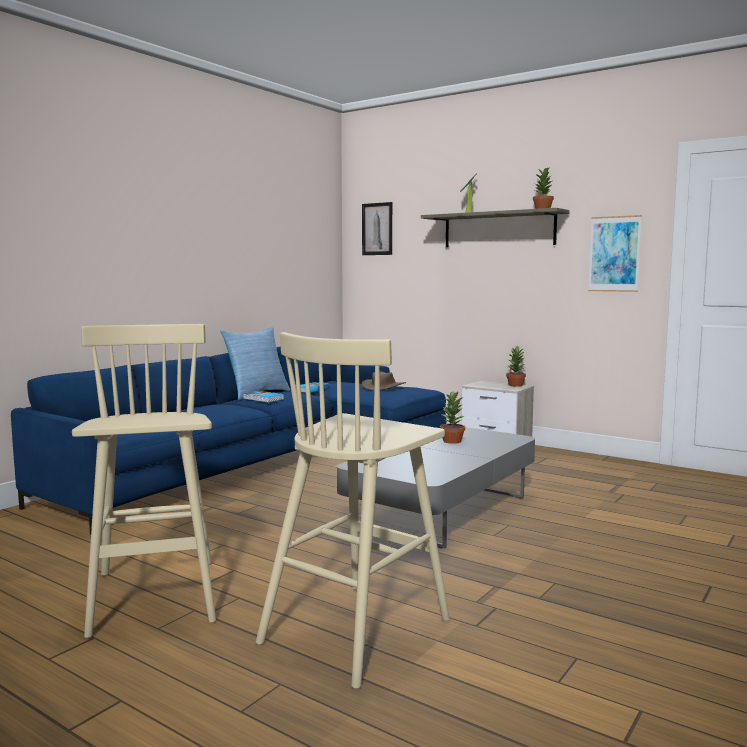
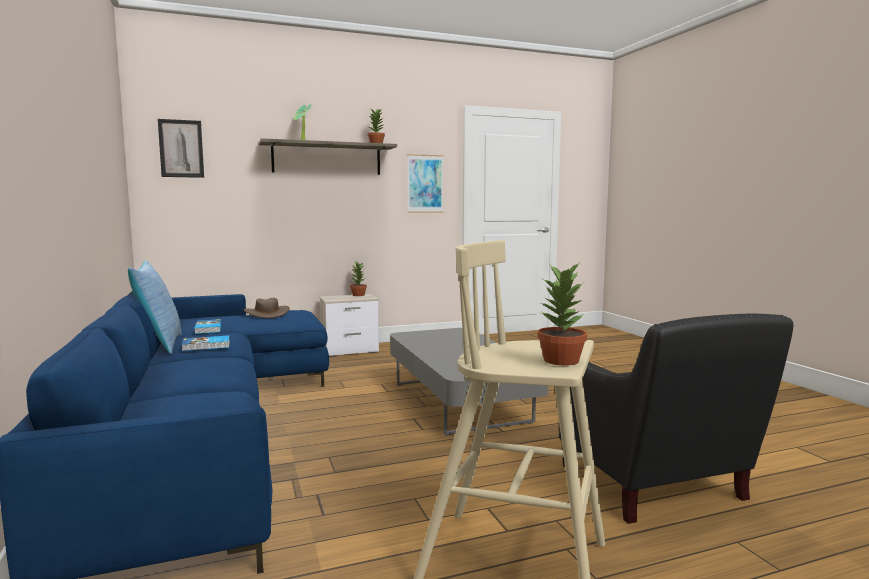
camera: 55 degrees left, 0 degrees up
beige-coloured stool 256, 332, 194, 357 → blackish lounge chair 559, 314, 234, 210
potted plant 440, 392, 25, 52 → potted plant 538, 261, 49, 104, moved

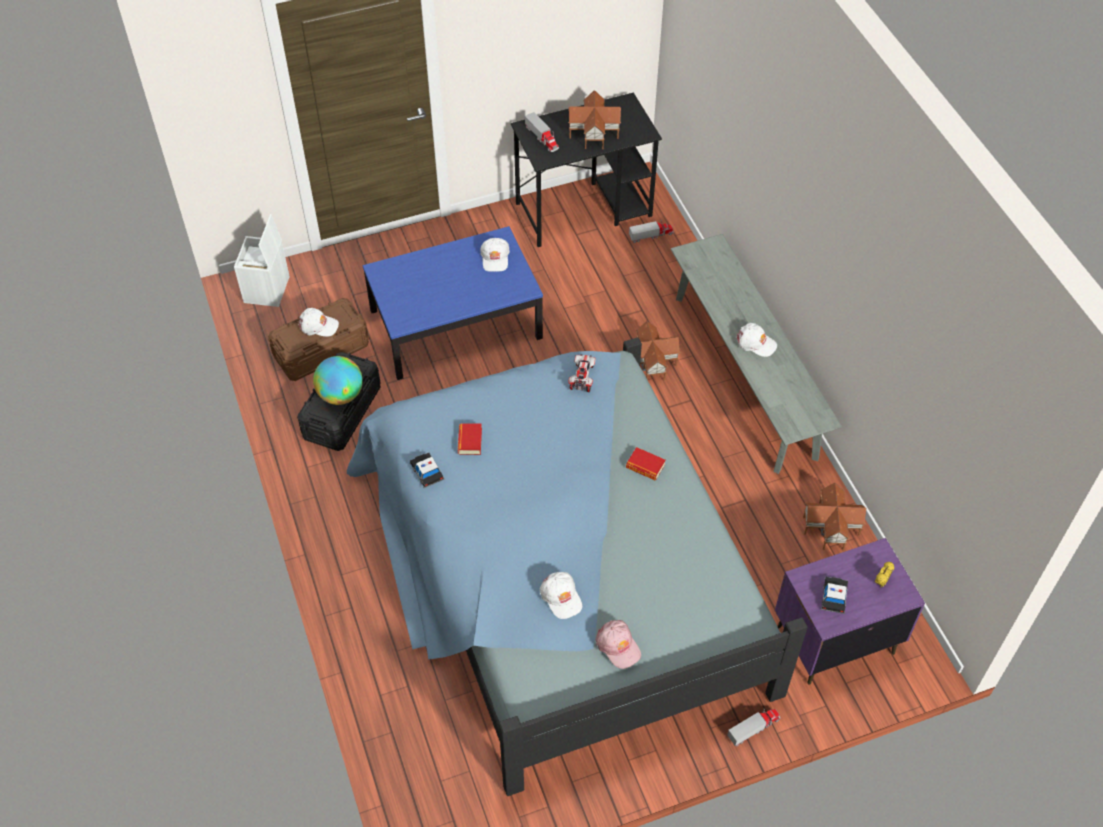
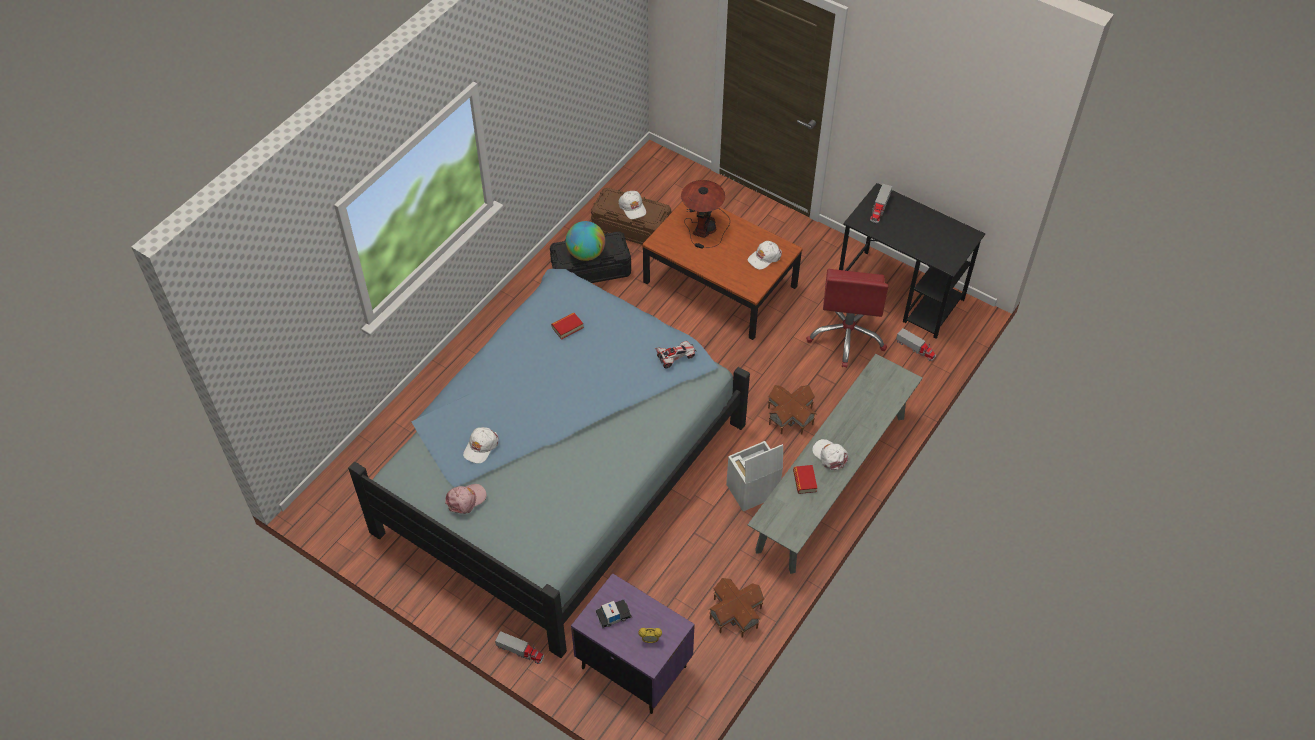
camera: 55 degrees right, 0 degrees up
model house 568, 90, 53, 59 → -
whitish storage container 234, 214, 56, 93 → whitish storage container 726, 441, 57, 70, moved
blue-coloured coffee table 363, 226, 180, 154 → brownish coffee table 642, 202, 161, 138
whitish peaked cap 736, 323, 41, 34 → whitish peaked cap 812, 439, 36, 31, 150 degrees clockwise
volume 626, 447, 39, 33 → volume 793, 465, 24, 29, moved
toy car 410, 452, 34, 36 → -
pink-coloured peaked cap 596, 620, 45, 49 → pink-coloured peaked cap 445, 484, 42, 30, 150 degrees counterclockwise
- → lamp for a table 681, 180, 49, 69
- → red-coloured computer chair 806, 269, 82, 99

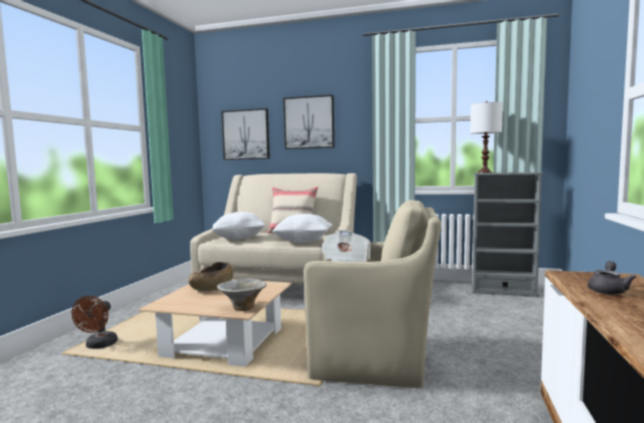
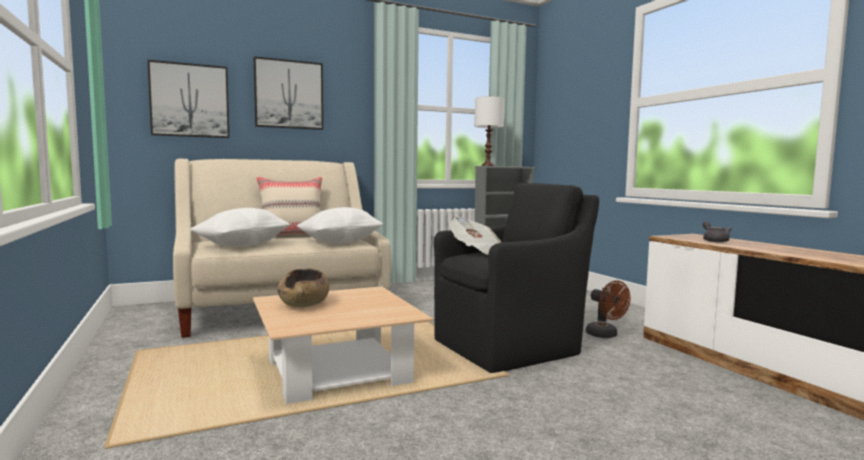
camera: 40 degrees left, 0 degrees up
beige-coloured lounge chair 303, 200, 138, 188 → blackish lounge chair 434, 183, 165, 190
deep dish 217, 278, 49, 33 → -
brownish cooling fan 72, 296, 45, 53 → brownish cooling fan 586, 281, 44, 57, moved

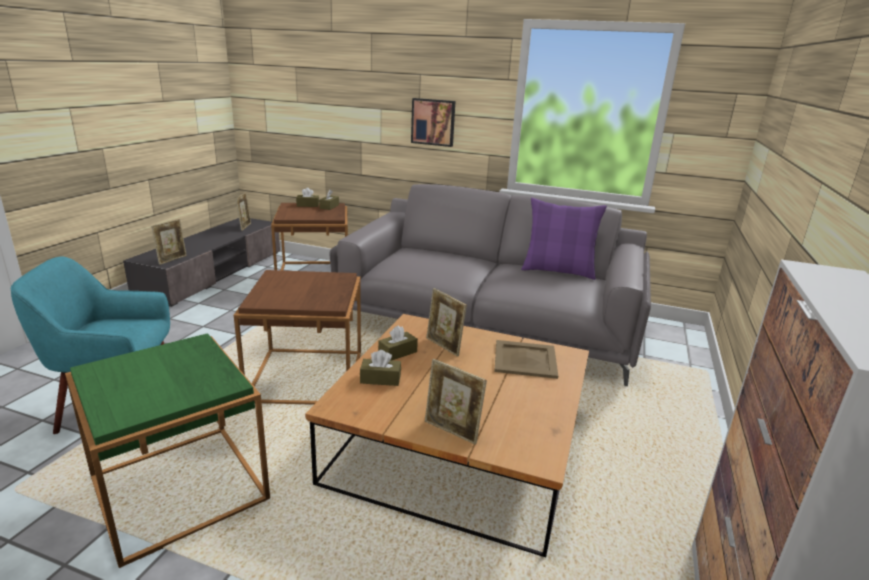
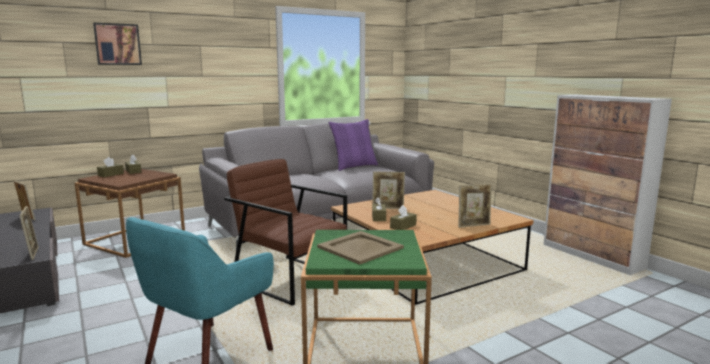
camera: 50 degrees left, 10 degrees down
wall picture 411, 98, 45, 49 → wall picture 93, 23, 49, 42, moved
brownish end table 234, 270, 127, 135 → brownish lounge chair 224, 159, 123, 147
beige-coloured carrying tray 494, 340, 64, 39 → beige-coloured carrying tray 317, 231, 87, 34, moved

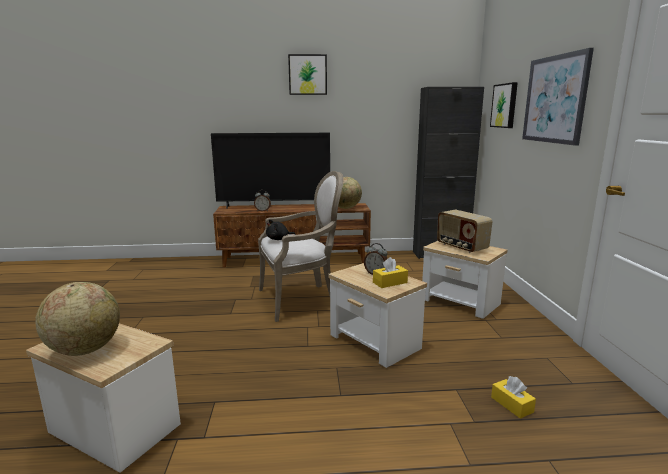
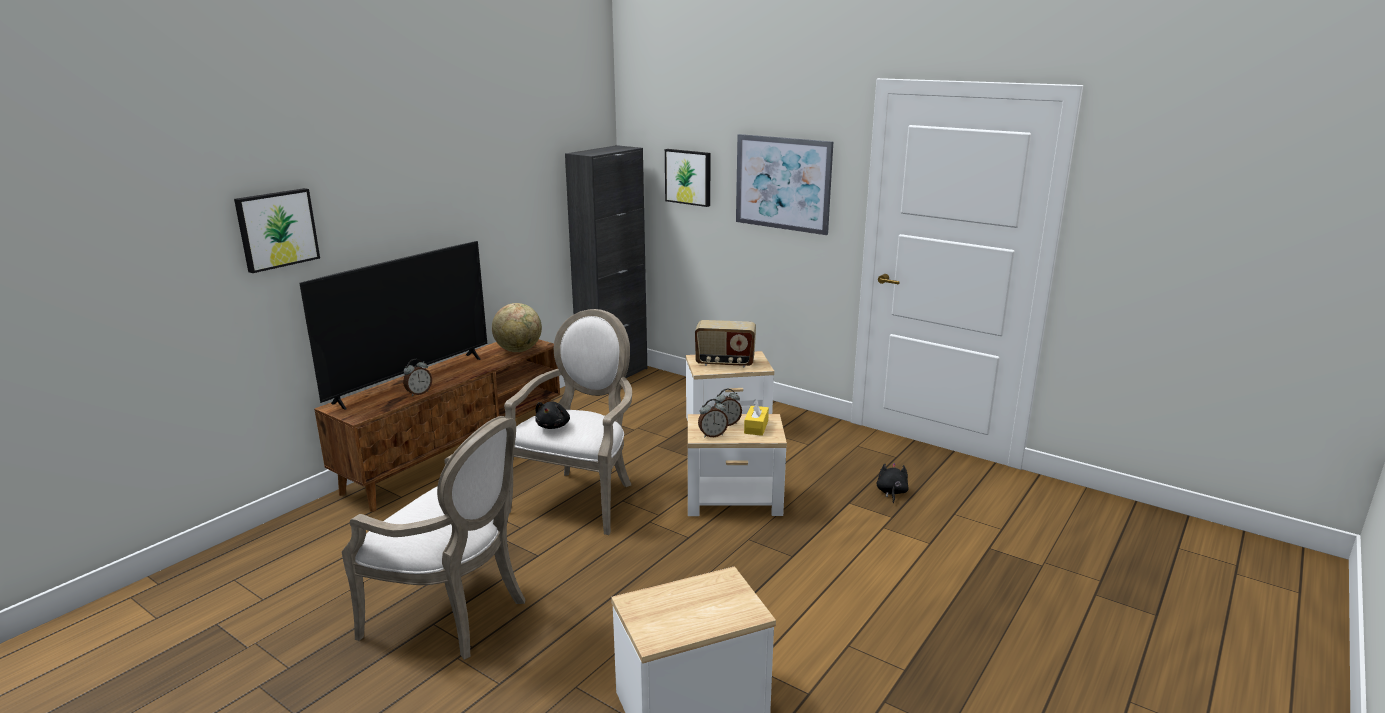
camera: 50 degrees left, 5 degrees up
wall picture 288, 54, 39, 41 → wall picture 234, 188, 86, 85, moved
globe 35, 282, 85, 74 → -
yellowish box of tissues 491, 376, 45, 43 → blackish cuddly toy 877, 463, 32, 40
- → alarm clock 698, 399, 30, 38
- → lounge chair 342, 416, 183, 244

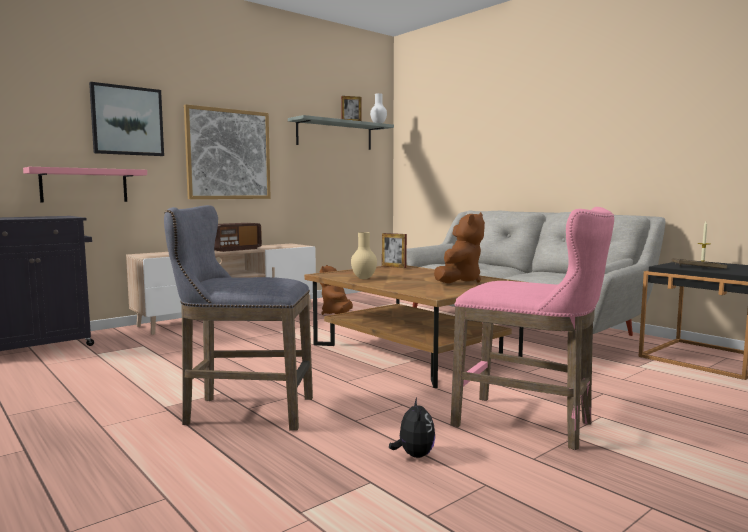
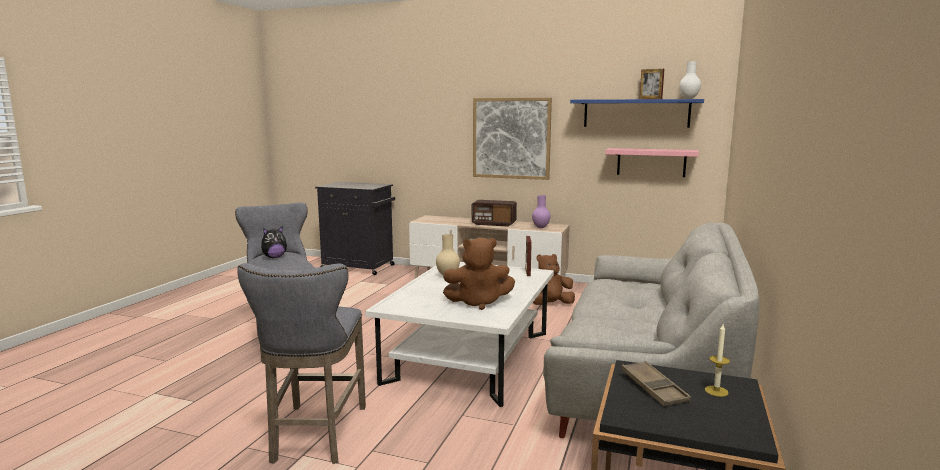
camera: 60 degrees right, 5 degrees up
wall picture 89, 82, 75, 74 → -
gray shelf 288, 115, 106, 35 → blue-coloured shelf 570, 99, 134, 29
pink-coloured shelf 23, 167, 124, 35 → pink-coloured shelf 605, 148, 94, 29, moved
pink-coloured stool 451, 207, 163, 243 → gray stool 237, 263, 129, 201
brownish coffee table 304, 265, 219, 123 → whitish coffee table 365, 262, 189, 145
cuddly toy 389, 398, 46, 60 → cuddly toy 261, 227, 26, 31, moved
- → purplish vase 532, 195, 19, 33

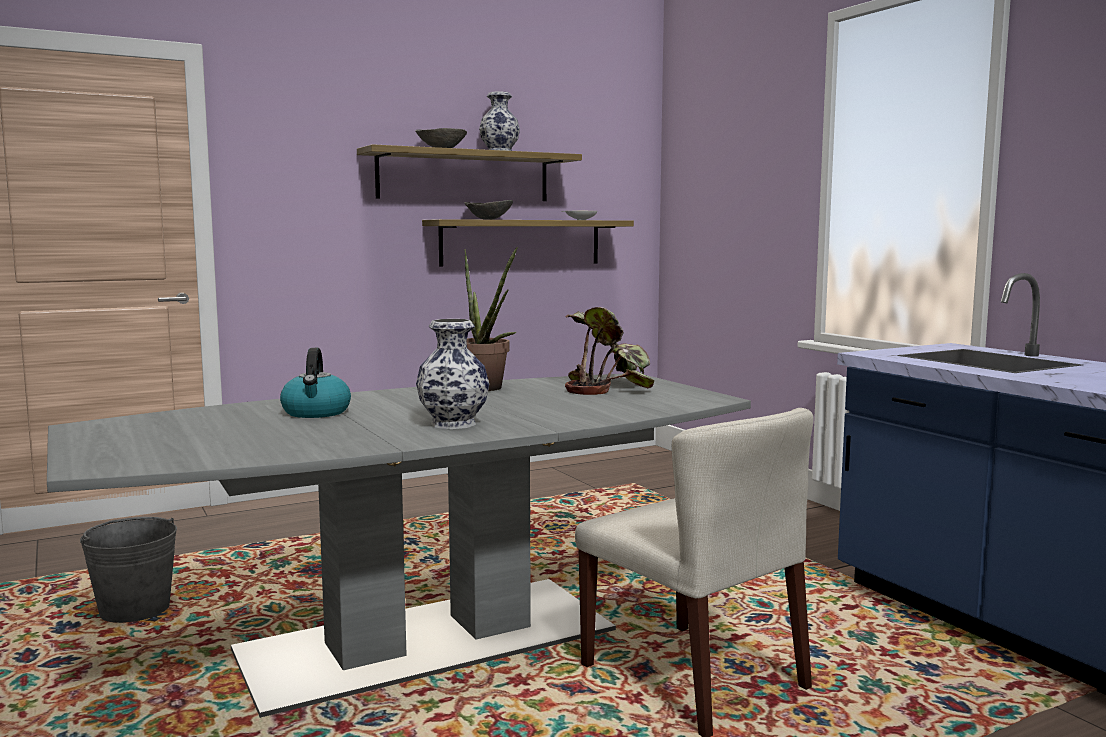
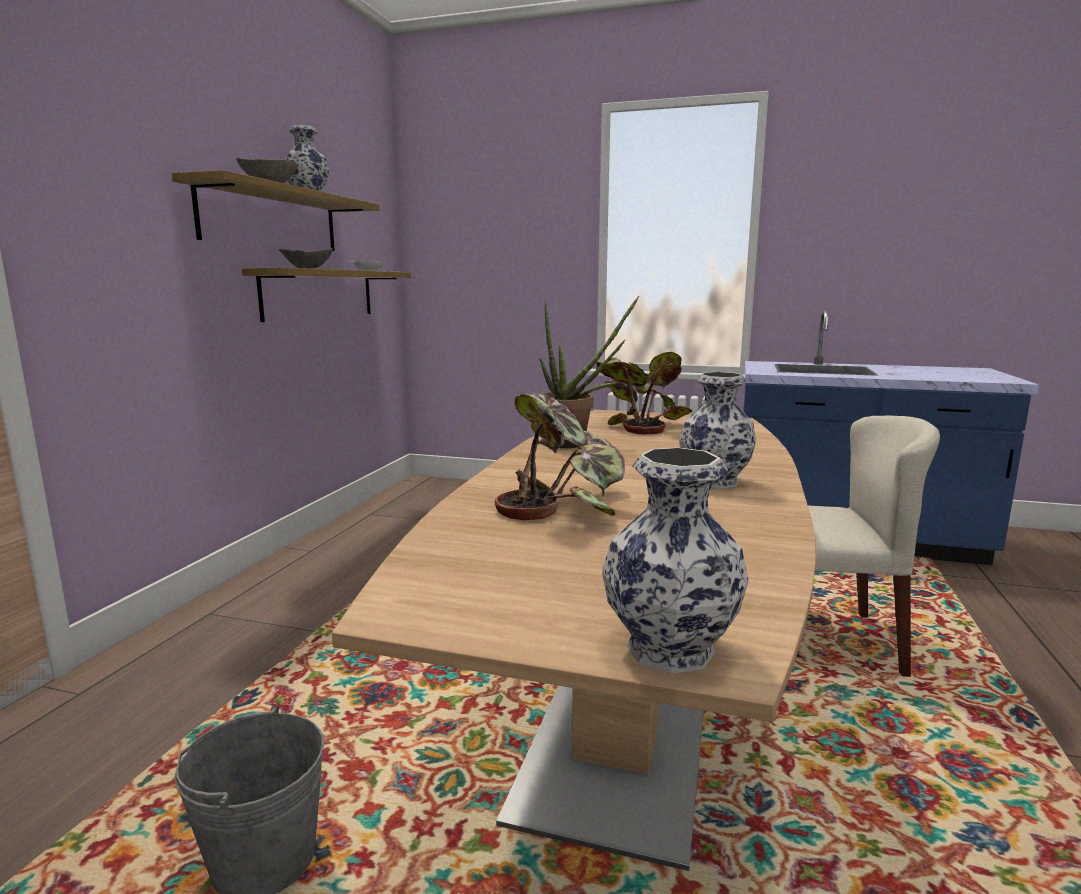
camera: 45 degrees left, 5 degrees up
kettle 280, 348, 71, 70 → potted plant 495, 393, 130, 127
gray dining table 47, 374, 704, 344 → brownish dining table 332, 410, 484, 461
- → vase 602, 447, 147, 227

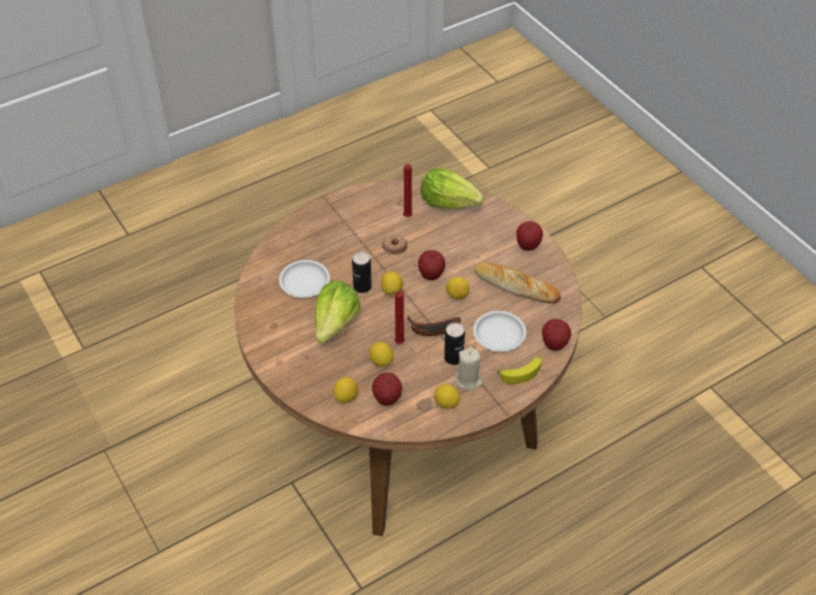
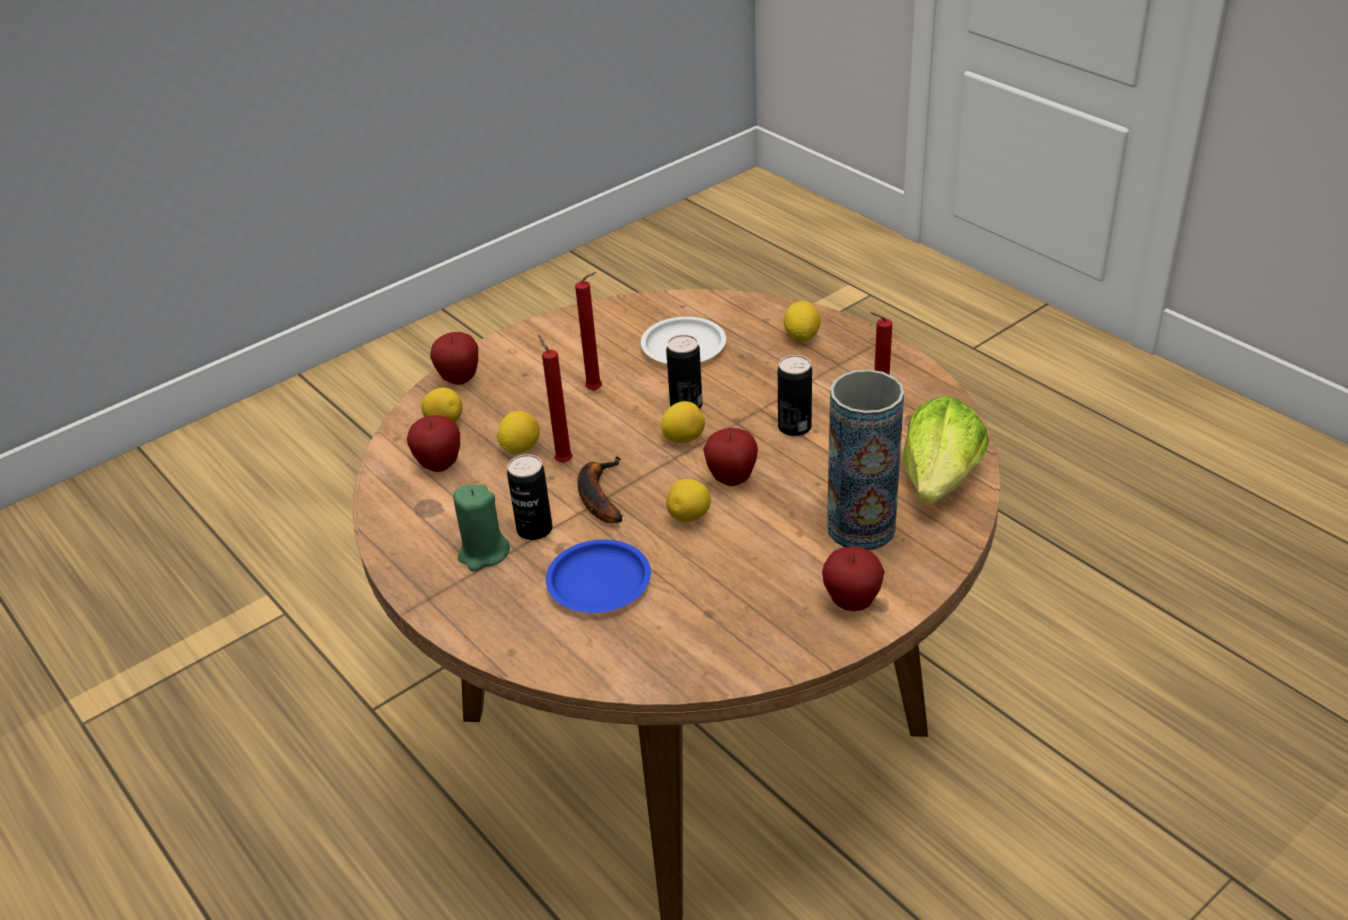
camera: 85 degrees right, 10 degrees down
donut 382, 235, 25, 20 → metal can 778, 355, 34, 81
bread 474, 262, 87, 41 → -
head of lettuce 315, 281, 46, 63 → red-coloured wax light 575, 272, 27, 119
whitish plate 473, 311, 53, 41 → blue-coloured plate 546, 540, 105, 73
apple fruit 542, 319, 29, 32 → apple fruit 430, 332, 48, 53, moved
beige-coloured wax light 455, 347, 28, 44 → greenish wax light 453, 484, 57, 88
banana fruit 497, 356, 45, 28 → -
lemon 434, 384, 27, 25 → lemon 784, 301, 37, 41, moved
- → vase 827, 370, 77, 180

